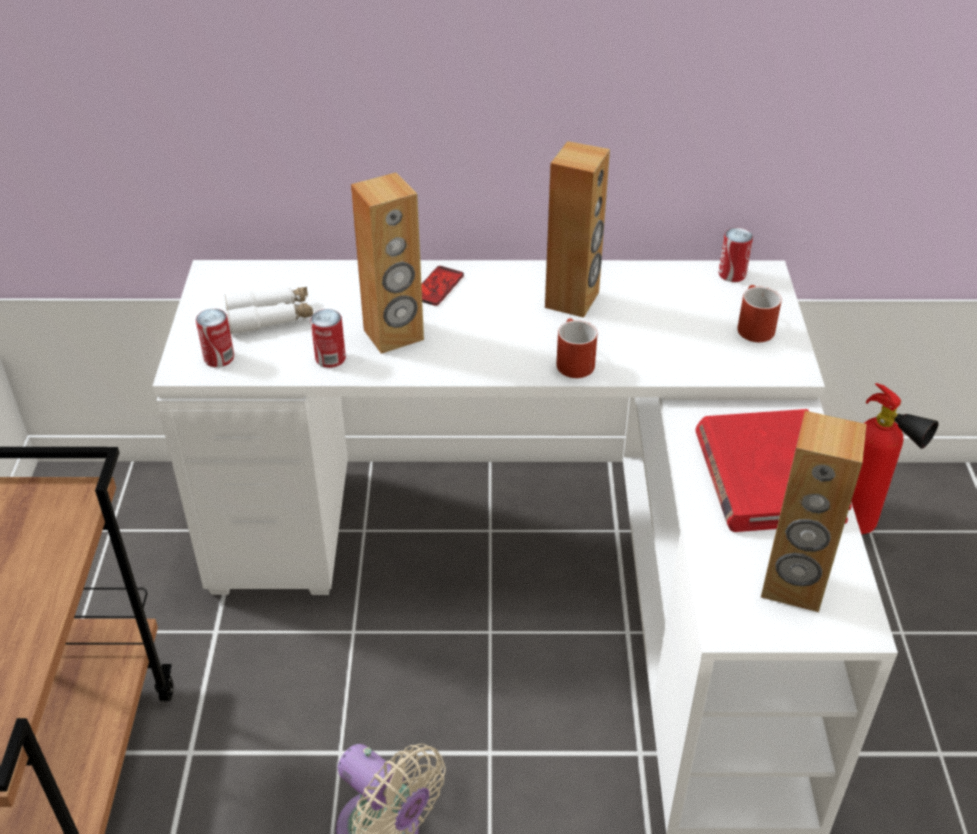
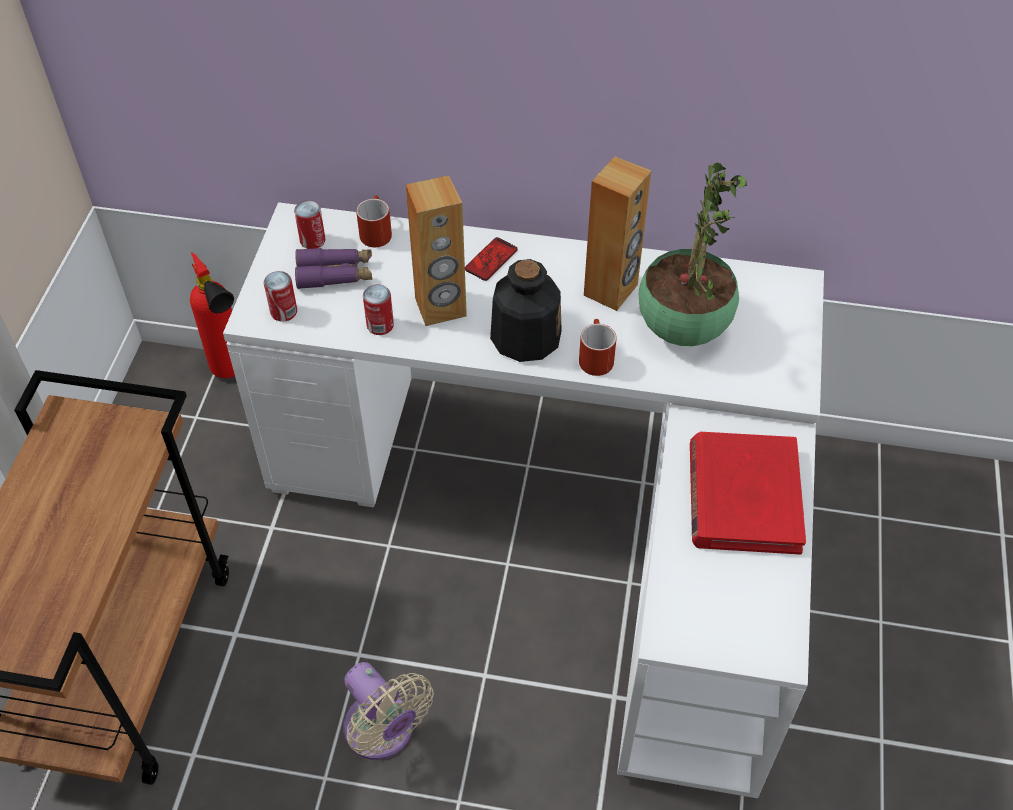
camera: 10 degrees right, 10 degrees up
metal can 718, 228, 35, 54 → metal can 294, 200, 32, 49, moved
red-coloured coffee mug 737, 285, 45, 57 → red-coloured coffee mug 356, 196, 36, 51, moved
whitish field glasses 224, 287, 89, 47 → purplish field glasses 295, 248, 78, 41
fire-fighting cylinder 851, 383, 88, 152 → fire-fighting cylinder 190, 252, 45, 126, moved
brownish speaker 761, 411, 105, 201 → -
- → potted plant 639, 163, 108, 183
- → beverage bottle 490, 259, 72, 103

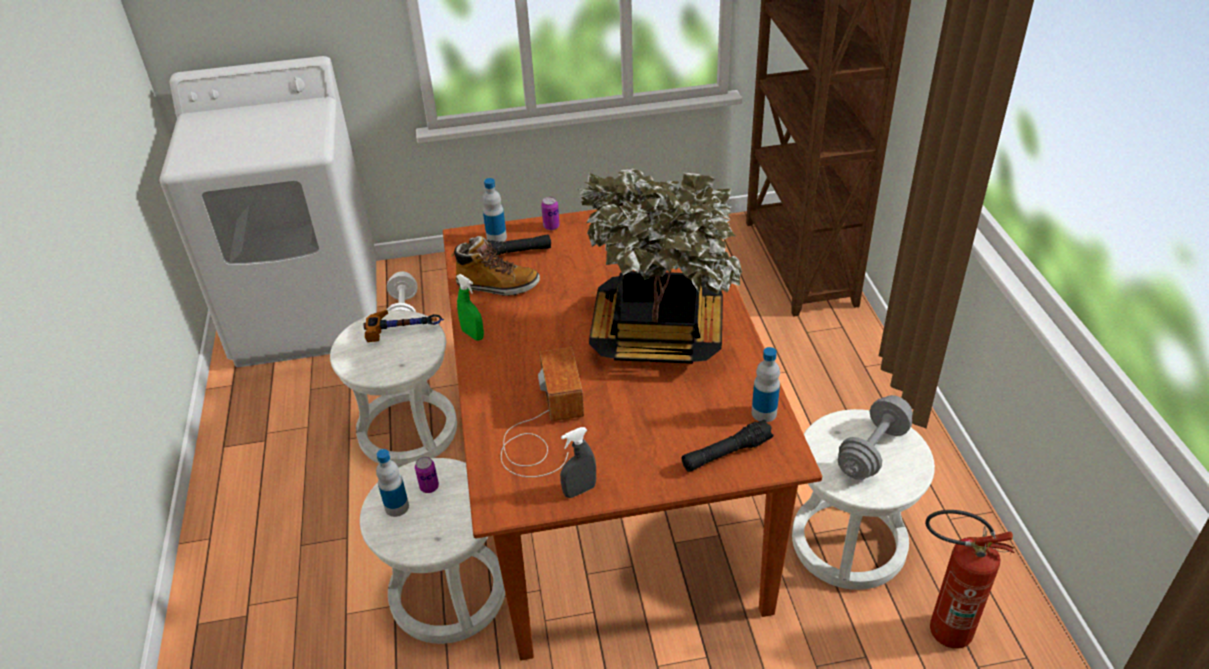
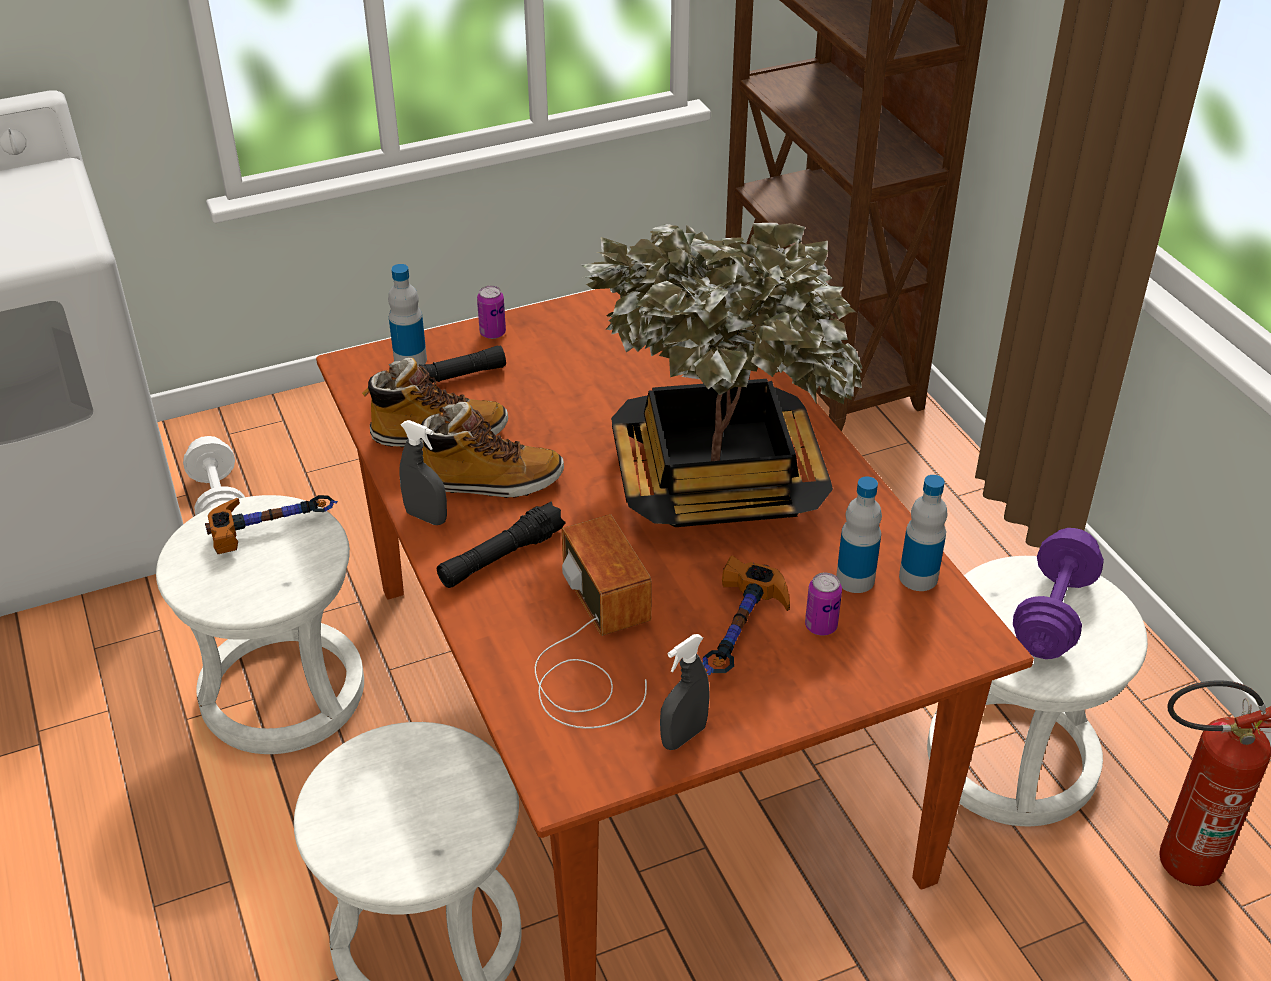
camera: 15 degrees left, 0 degrees up
greenish hand sprayer 456, 274, 28, 67 → gray hand sprayer 399, 420, 48, 105
gray dumbbell 838, 395, 75, 85 → purplish dumbbell 1013, 528, 91, 131
blackish hand torch 682, 420, 92, 52 → blackish hand torch 437, 502, 128, 86, moved
beverage bottle 376, 449, 33, 68 → beverage bottle 836, 476, 46, 117, moved
metal can 415, 457, 24, 36 → metal can 805, 573, 37, 63, moved
- → boot 421, 402, 143, 96
- → hammer 702, 555, 88, 120

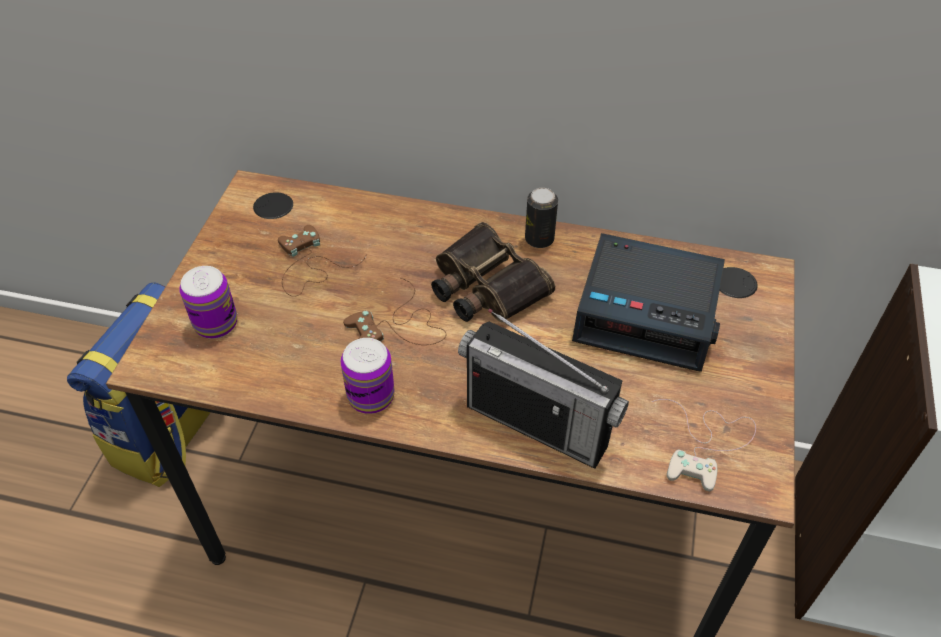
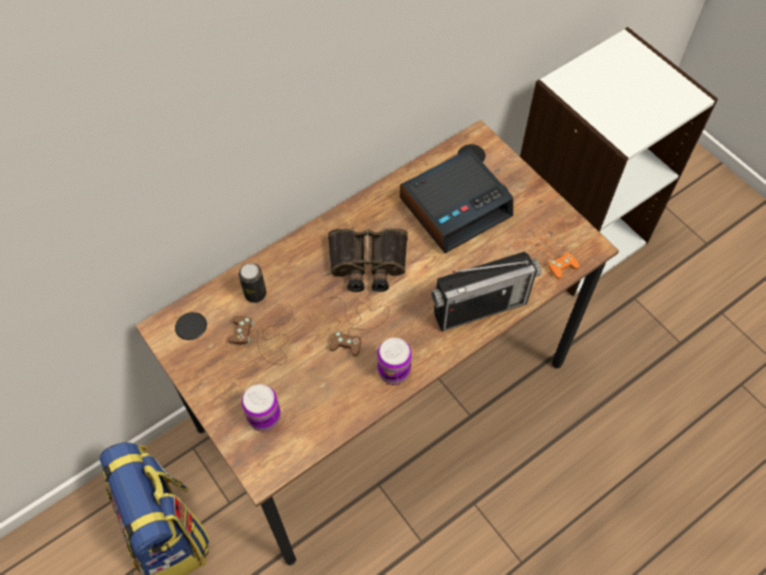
camera: 50 degrees left, 10 degrees up
metal can 525, 188, 33, 60 → metal can 239, 263, 27, 40, moved
whitish game controller 652, 399, 104, 92 → orangey game controller 512, 219, 67, 60

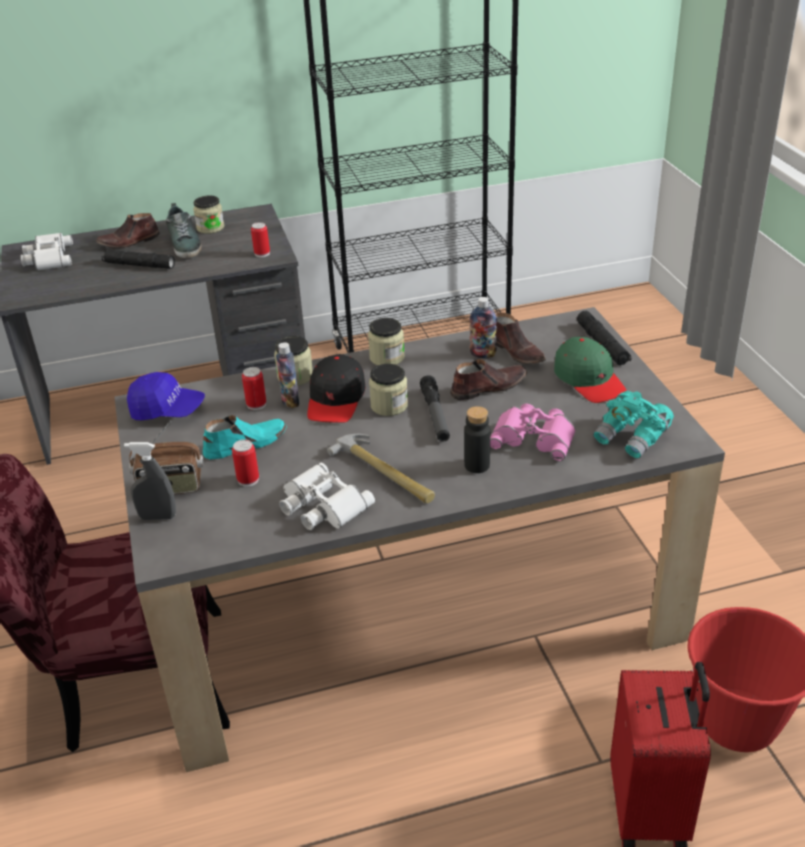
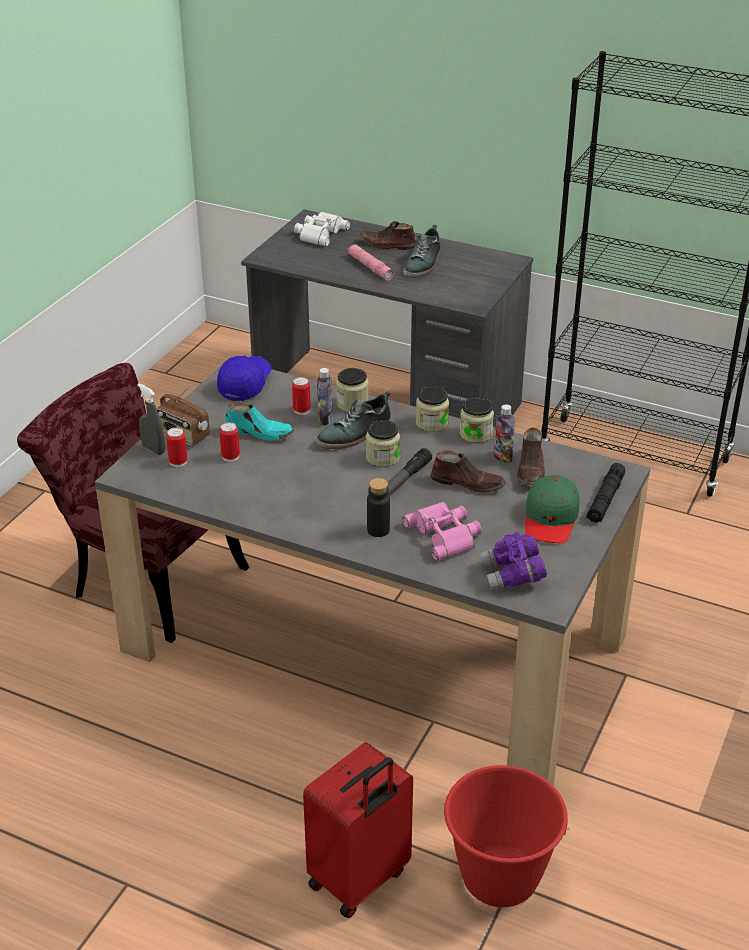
camera: 40 degrees right, 0 degrees up
preserve jar 193, 196, 32, 38 → preserve jar 460, 397, 34, 46, moved
metal can 251, 222, 19, 35 → metal can 166, 428, 21, 39, moved
blackish hand torch 102, 250, 73, 19 → pink-coloured hand torch 347, 244, 47, 37
blackish peaked cap 307, 354, 59, 69 → shoe 316, 391, 75, 58
blue-coloured peaked cap 127, 372, 78, 48 → blue-coloured peaked cap 217, 356, 54, 45, 120 degrees counterclockwise
turquoise field glasses 593, 391, 81, 68 → purplish field glasses 480, 532, 67, 59
hammer 327, 434, 108, 70 → -
whitish field glasses 279, 462, 96, 68 → -

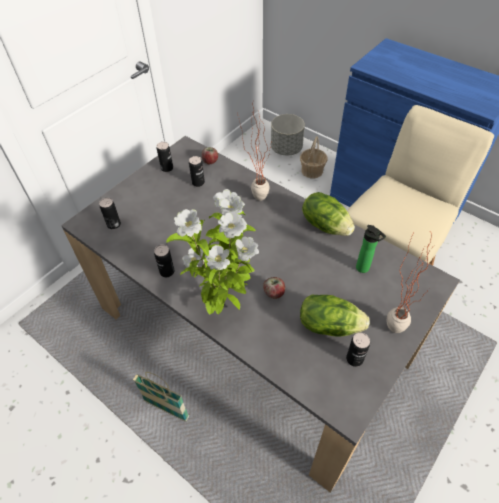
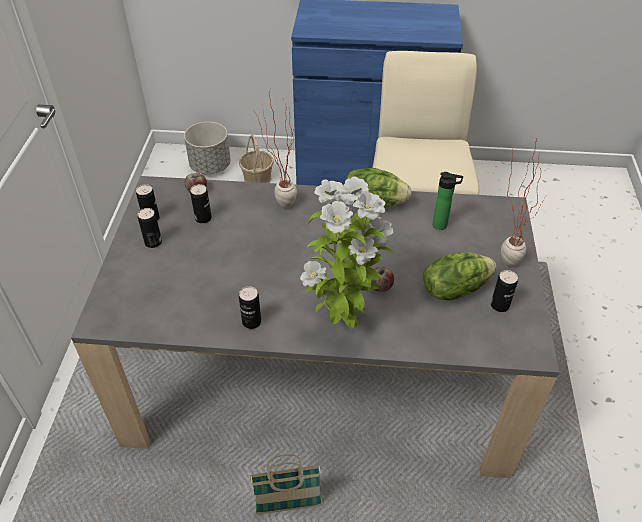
camera: 35 degrees left, 5 degrees down
metal can 99, 198, 22, 31 → metal can 138, 208, 24, 40, moved

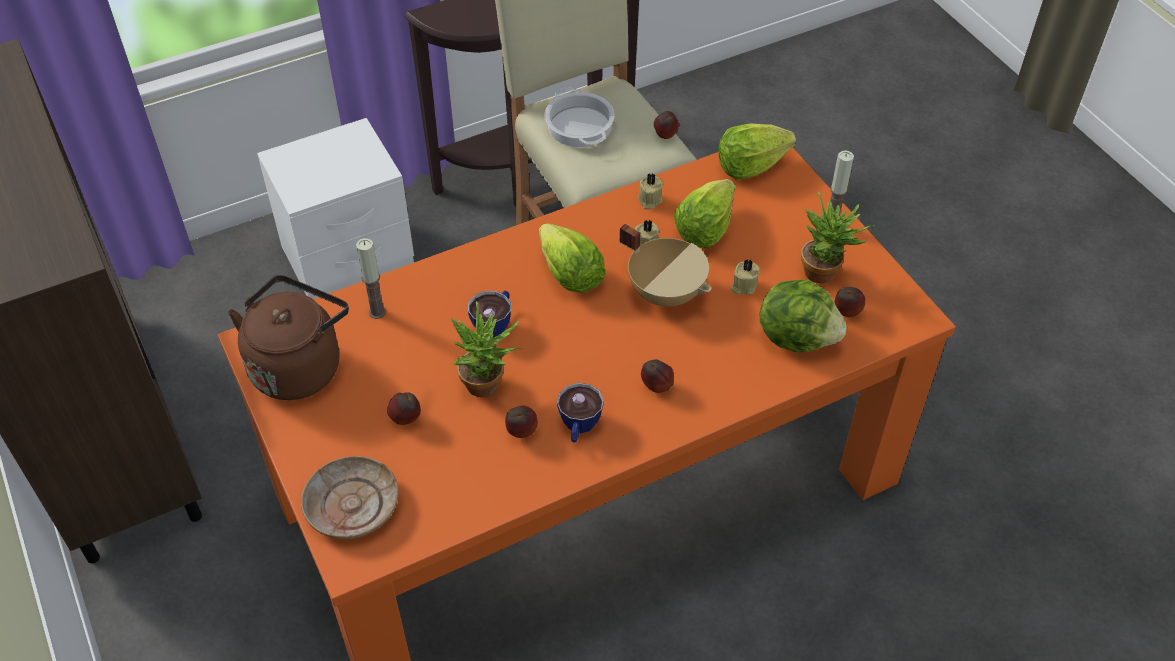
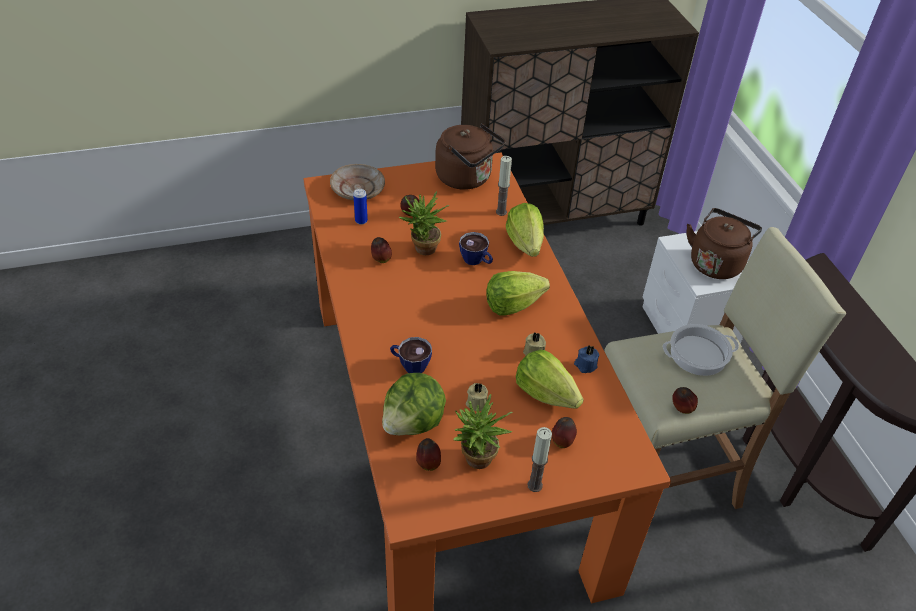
camera: 100 degrees right, 5 degrees down
head of lettuce 718, 123, 78, 56 → head of lettuce 506, 203, 38, 54, moved
beige-coloured wax light 638, 173, 25, 37 → blue-coloured wax light 574, 345, 25, 28
beige-coloured saucepot 620, 224, 91, 83 → -
apple fruit 641, 359, 33, 34 → apple fruit 552, 417, 25, 31, moved
cup 557, 383, 47, 60 → cup 390, 337, 42, 36, moved
- → metal can 353, 189, 15, 36
- → brownish kettle 686, 208, 76, 71

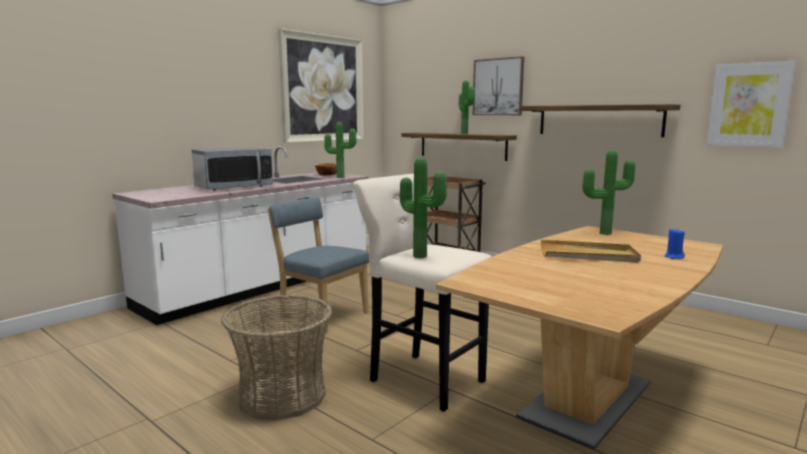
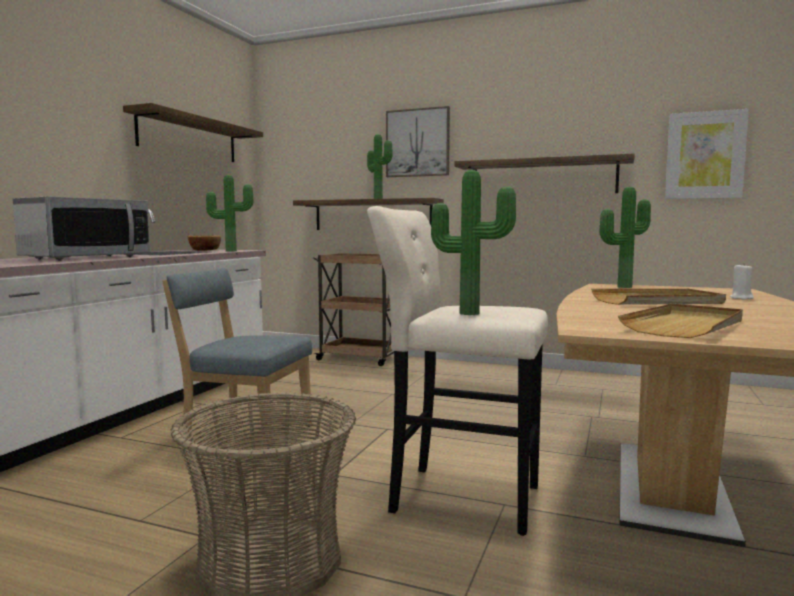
camera: 20 degrees left, 5 degrees down
wall picture 278, 28, 86, 115 → shelf 123, 103, 140, 59
blue-coloured wax light 665, 228, 20, 31 → whitish wax light 730, 264, 23, 36
- → beige-coloured carrying tray 618, 303, 125, 35

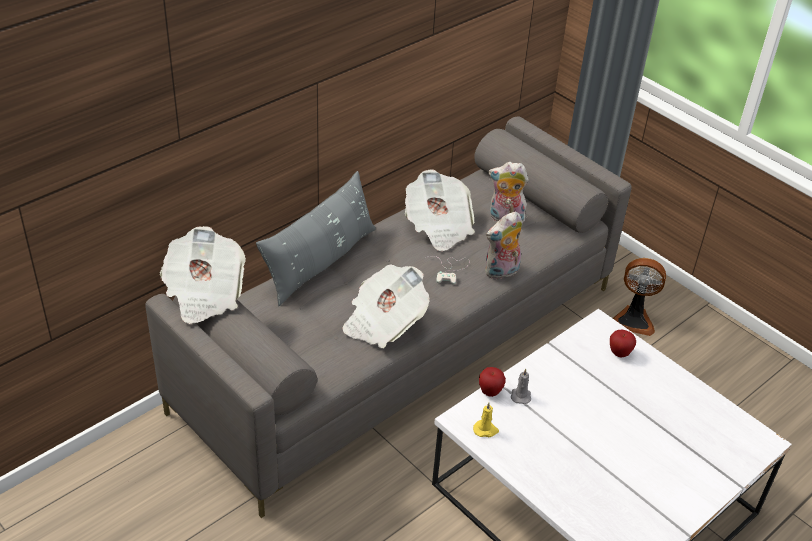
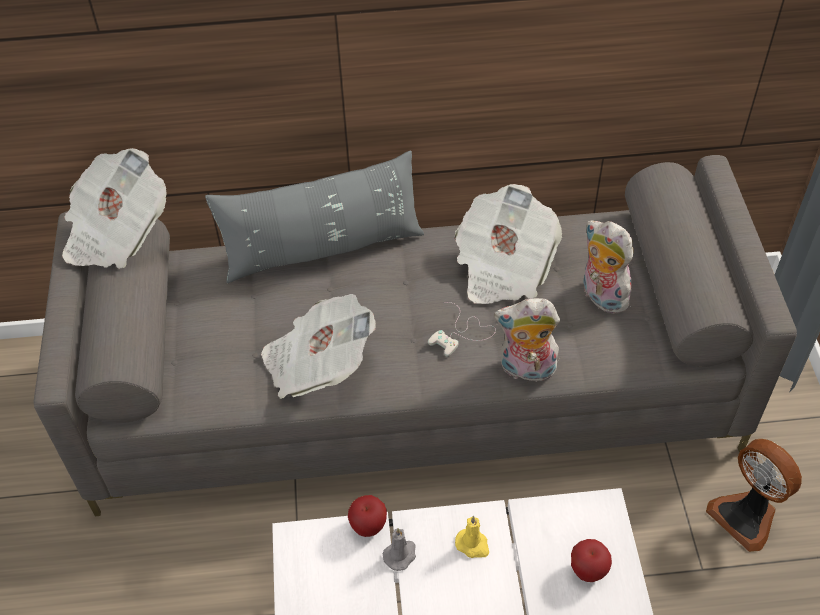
camera: 40 degrees right, 10 degrees up
yellowish wax light 473, 403, 26, 34 → yellowish wax light 455, 516, 34, 42, moved

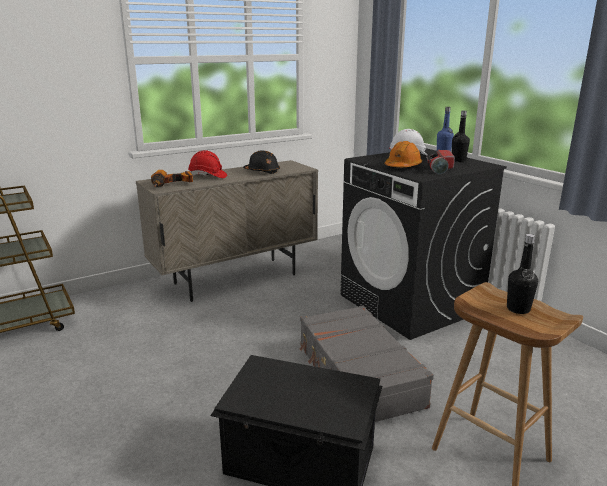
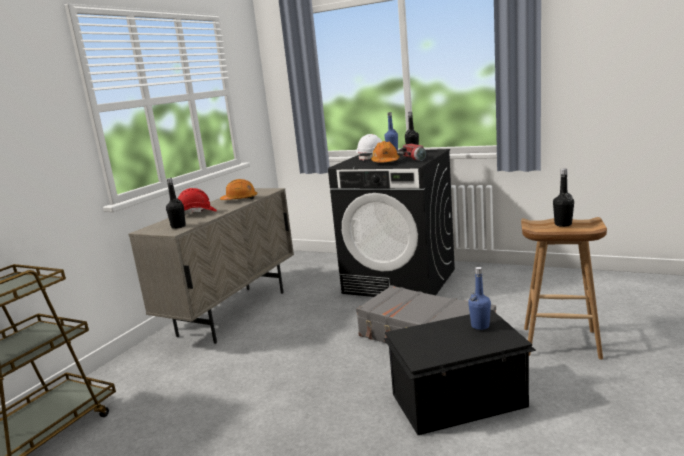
camera: 30 degrees left, 5 degrees down
blackish hard hat 243, 150, 37, 24 → orangey hard hat 220, 179, 37, 21
drill 151, 170, 42, 17 → blackish beverage bottle 166, 178, 20, 51
- → blue-coloured beverage bottle 468, 267, 23, 63

